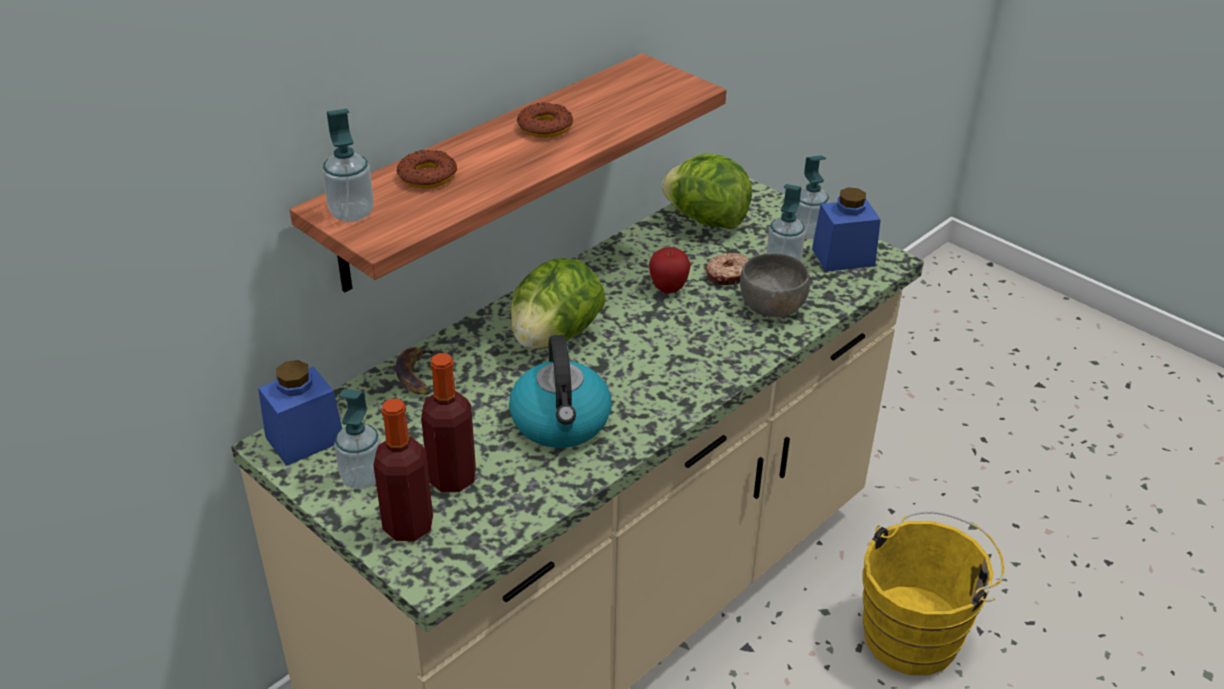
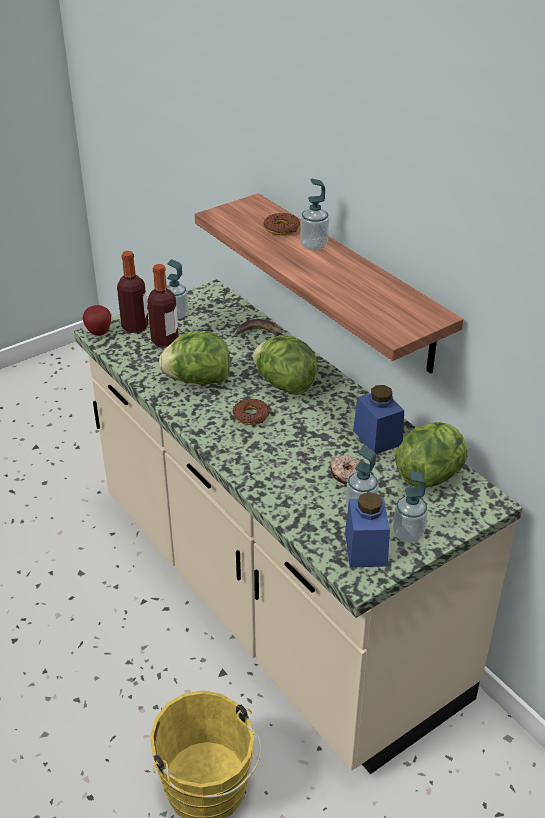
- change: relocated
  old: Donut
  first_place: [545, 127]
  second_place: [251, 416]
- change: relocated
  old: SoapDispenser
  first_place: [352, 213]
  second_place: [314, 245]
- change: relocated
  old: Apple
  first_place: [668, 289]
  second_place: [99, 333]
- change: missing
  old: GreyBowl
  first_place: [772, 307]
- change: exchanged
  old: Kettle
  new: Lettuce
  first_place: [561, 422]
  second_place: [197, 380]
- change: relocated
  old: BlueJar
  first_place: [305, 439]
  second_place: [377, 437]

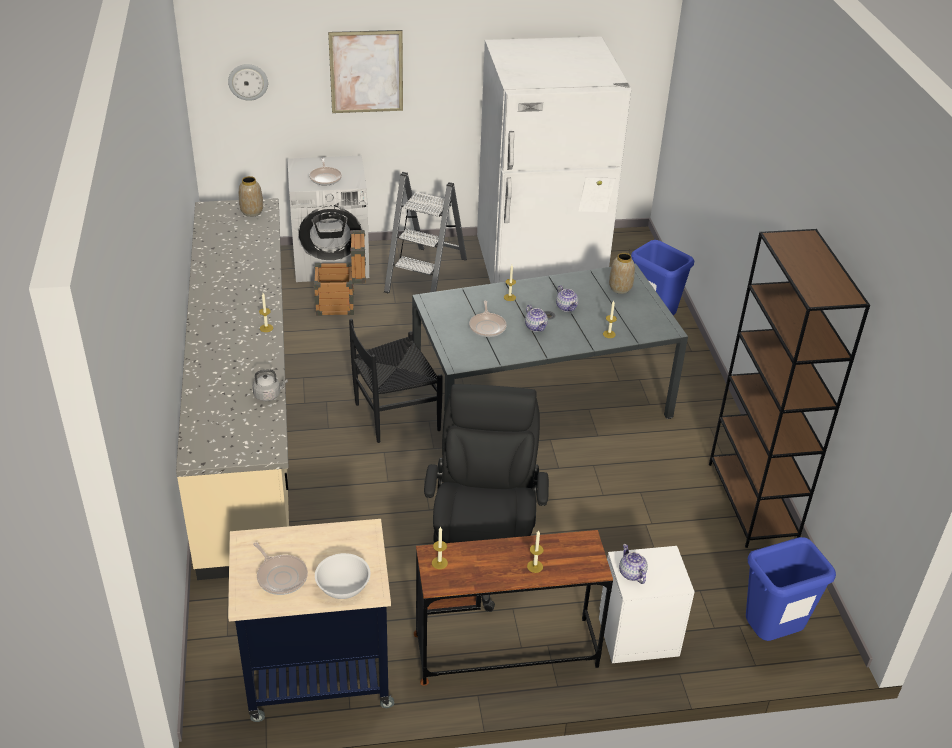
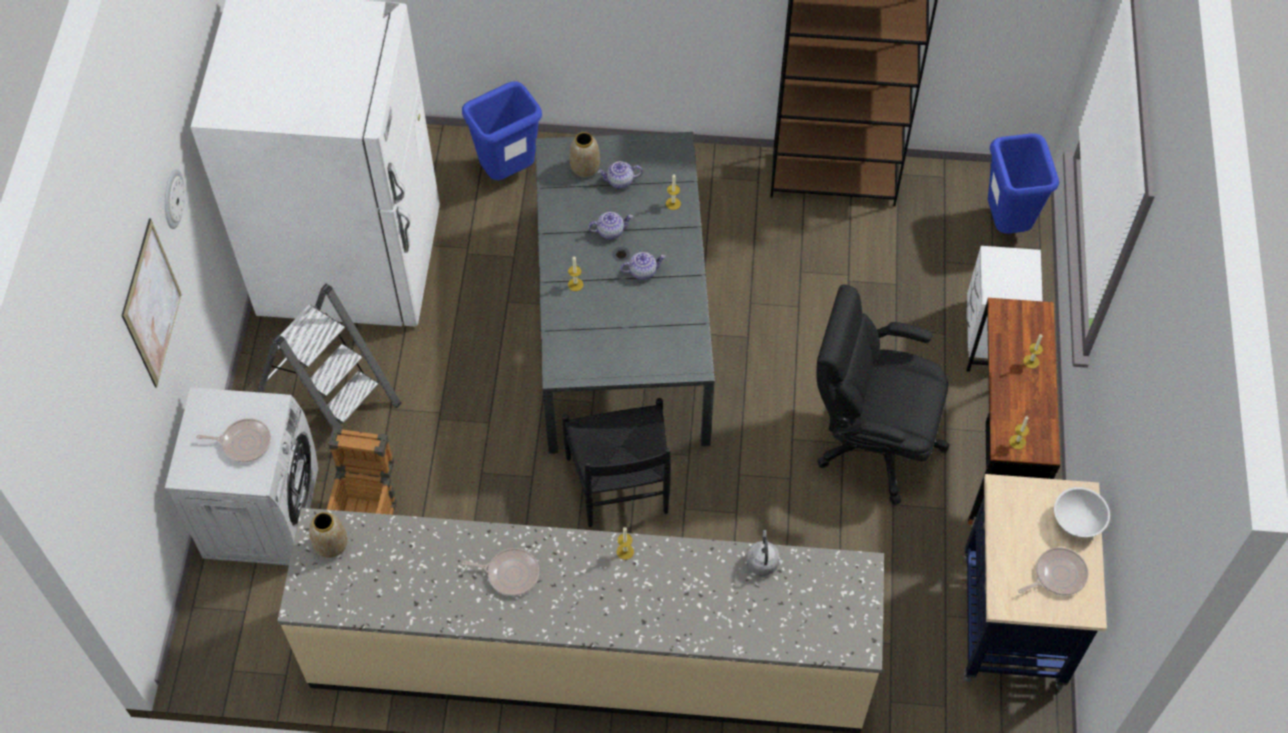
- change: relocated
  old: WallClock
  first_place: [248, 81]
  second_place: [172, 198]
- change: relocated
  old: FryingPan
  first_place: [487, 326]
  second_place: [510, 573]
- change: relocated
  old: Teapot
  first_place: [631, 573]
  second_place: [620, 181]

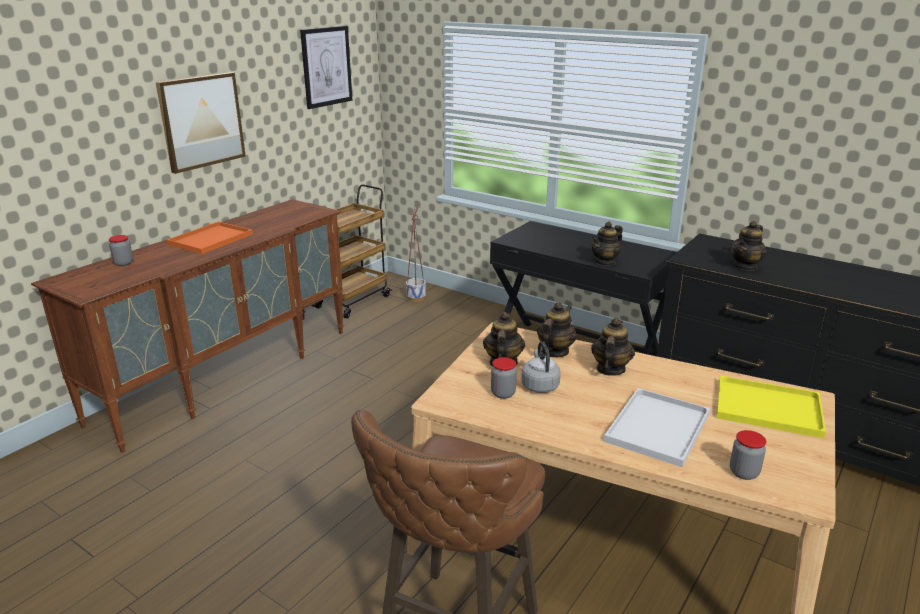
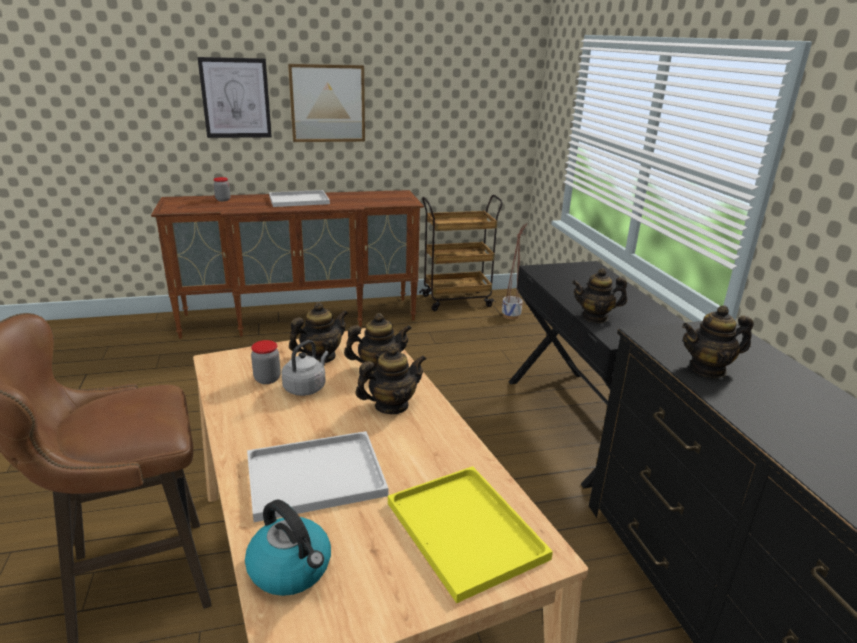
- change: relocated
  old: Picture
  first_place: [326, 67]
  second_place: [236, 98]
- change: colour
  old: OrangeTray
  new: WhiteTray
  first_place: [210, 239]
  second_place: [298, 200]
- change: exchanged
  old: Jar
  new: Kettle
  first_place: [744, 472]
  second_place: [291, 569]

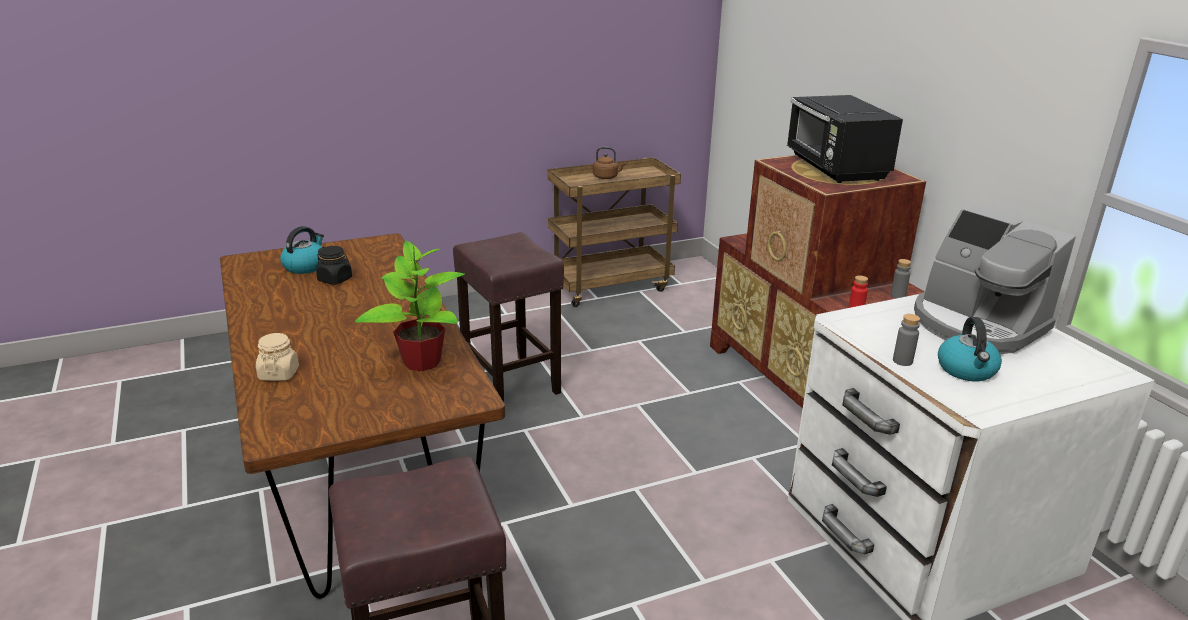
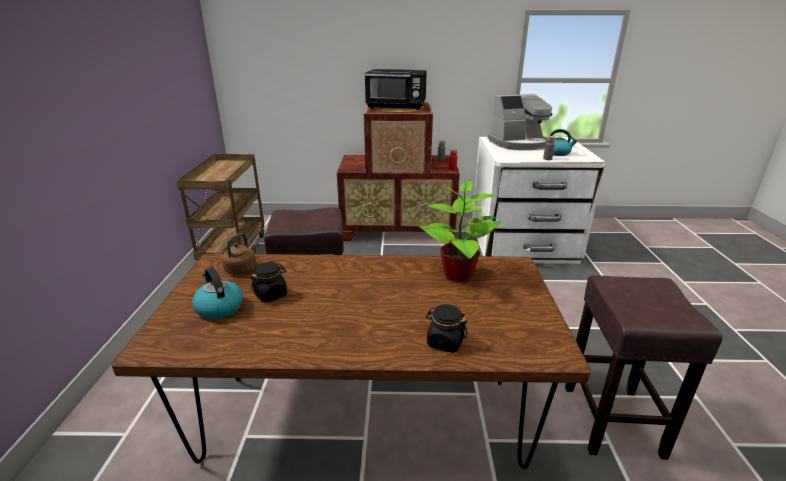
- change: relocated
  old: BrownKettle
  first_place: [607, 177]
  second_place: [242, 269]
- change: colour
  old: BeigeJar
  new: BlackJar
  first_place: [279, 374]
  second_place: [445, 342]

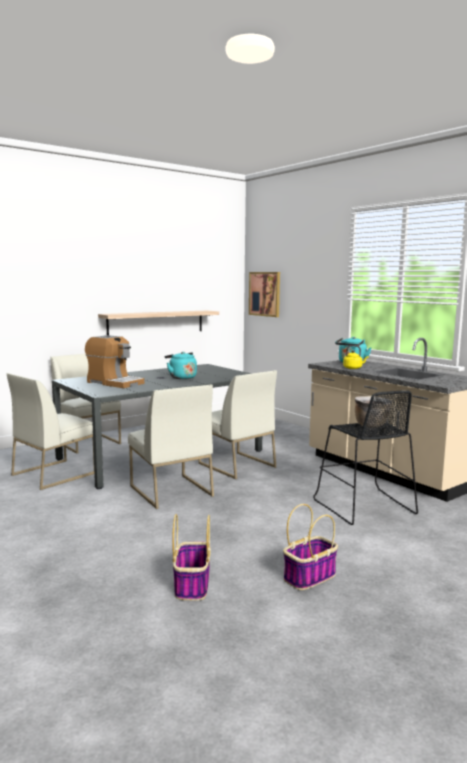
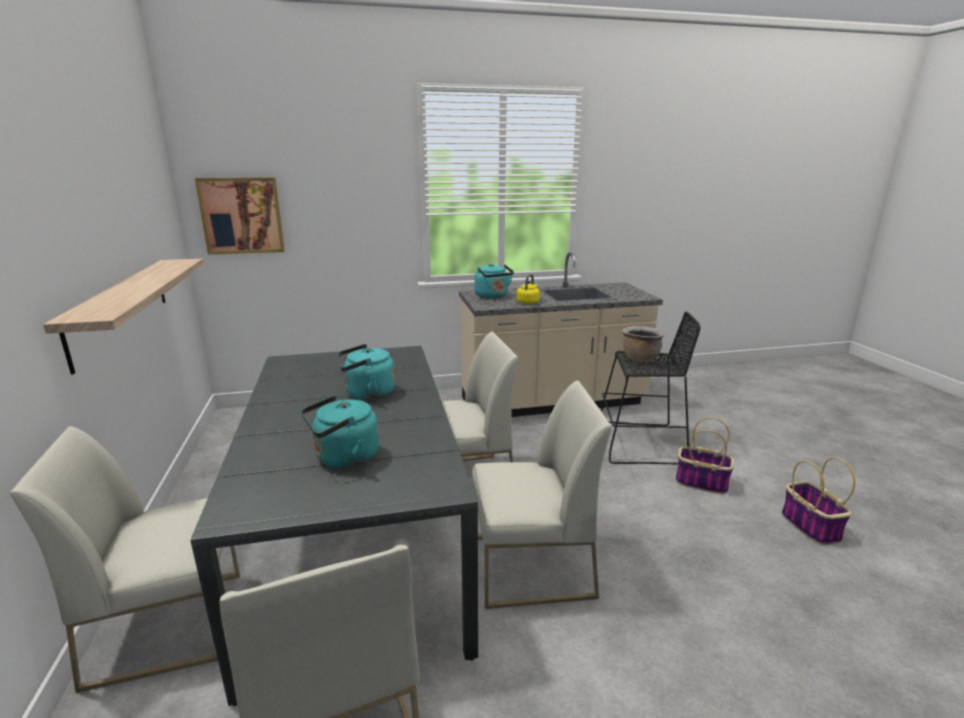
- change: exchanged
  old: CoffeeMachine
  new: TurquoiseKettle
  first_place: [114, 383]
  second_place: [344, 459]
- change: relocated
  old: Basket
  first_place: [192, 584]
  second_place: [700, 482]

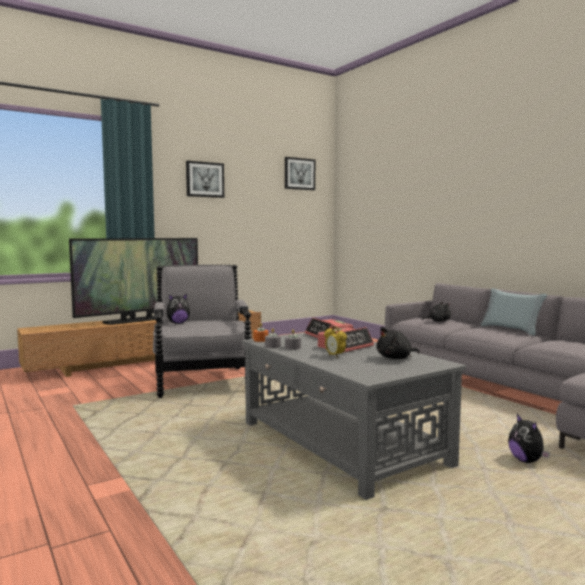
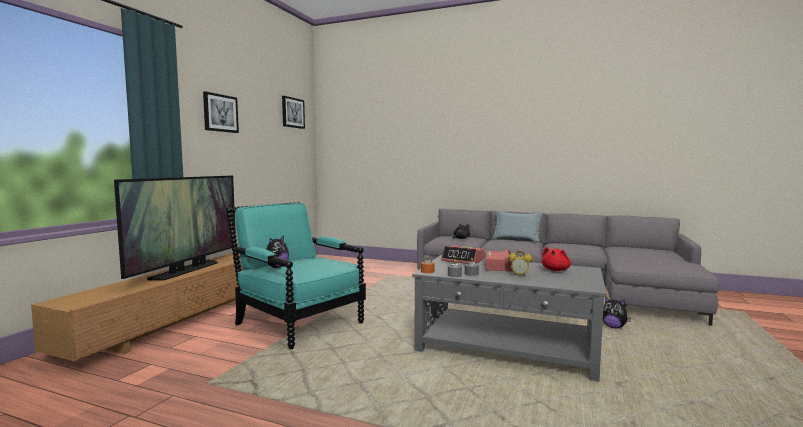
- change: colour
  old: GreyArmchair
  new: TurquoiseArmchair
  first_place: [202, 380]
  second_place: [298, 322]
- change: colour
  old: BlackPlushToy
  new: RedPlushToy
  first_place: [396, 358]
  second_place: [556, 270]

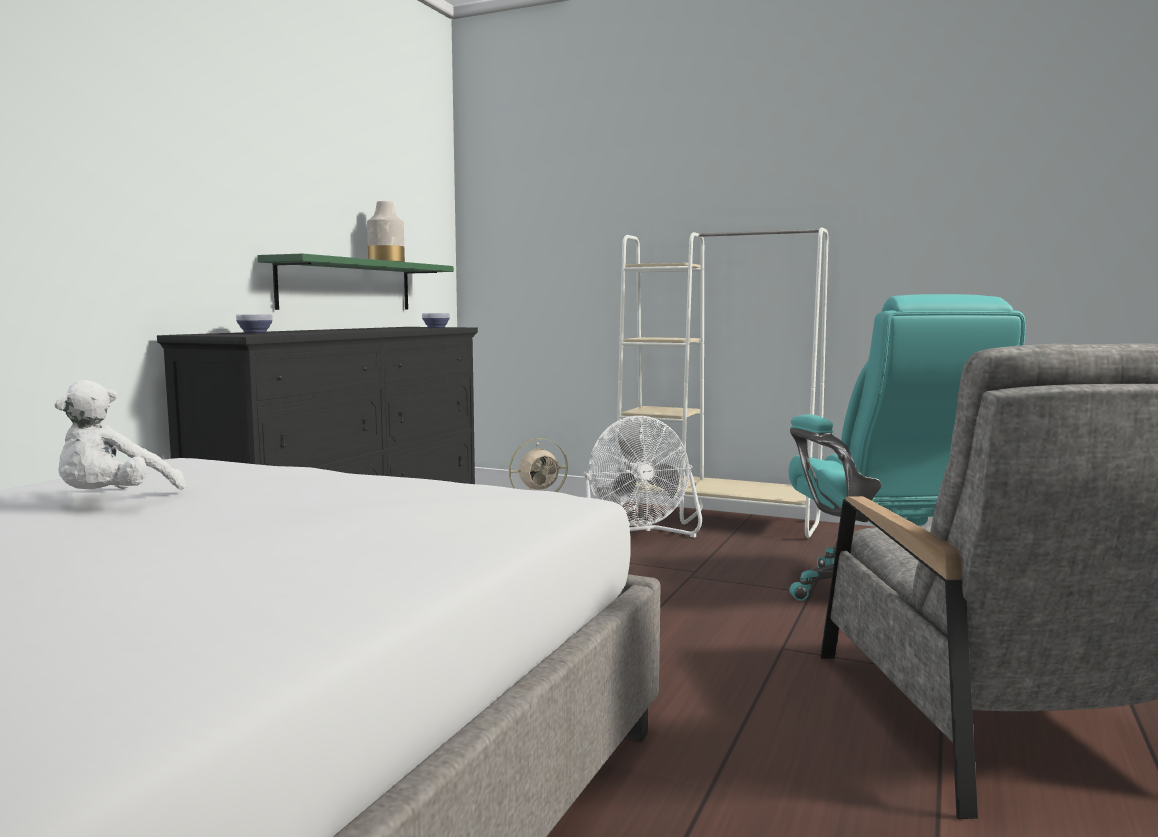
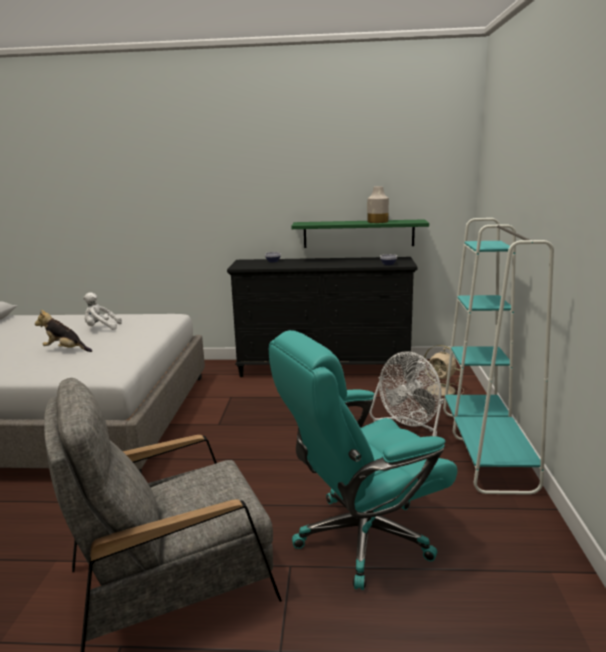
- change: colour
  old: BeigeClothesRack
  new: TurquoiseClothesRack
  first_place: [717, 521]
  second_place: [486, 450]
- change: appeared
  new: PlushToy
  second_place: [65, 350]

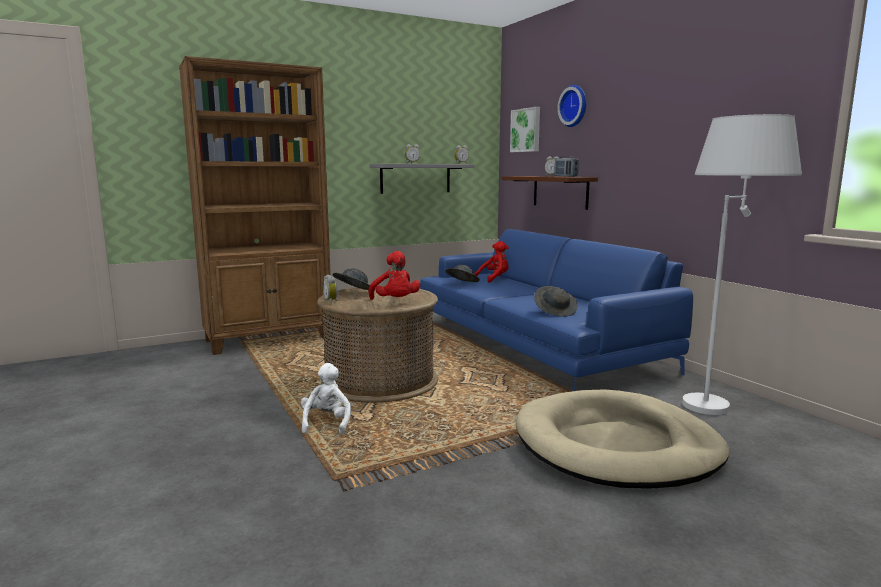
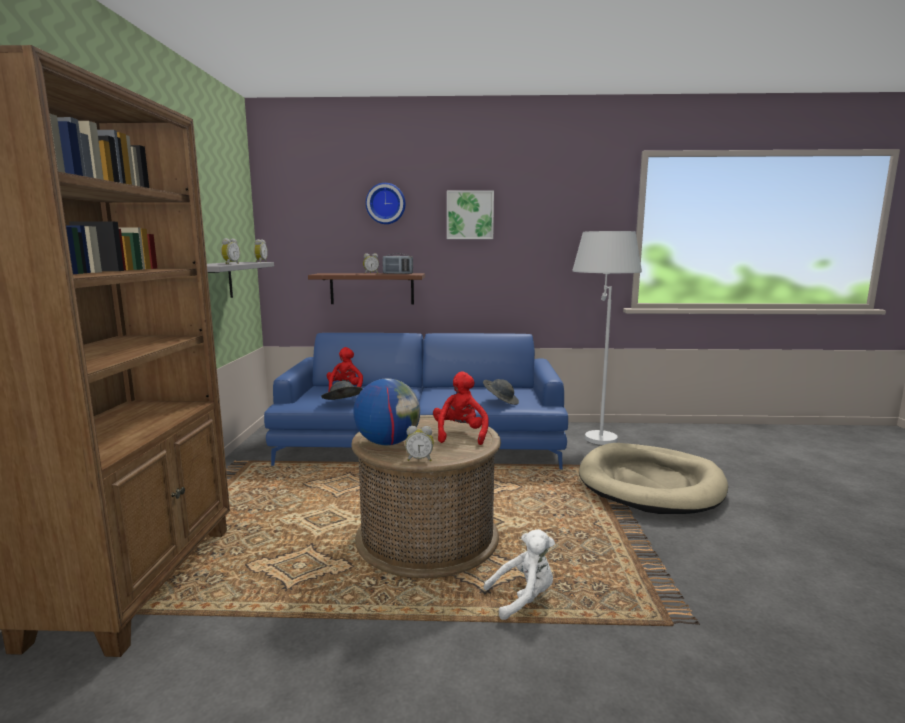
- change: relocated
  old: Picture
  first_place: [526, 130]
  second_place: [470, 215]
- change: spun
  old: RedPlushToy
  first_place: [395, 302]
  second_place: [460, 435]
  degrees: -90
- change: exchanged
  old: GreyHat
  new: Globe
  first_place: [353, 293]
  second_place: [388, 443]
- change: spun
  old: WhitePlushToy
  first_place: [327, 423]
  second_place: [523, 598]
  degrees: 135

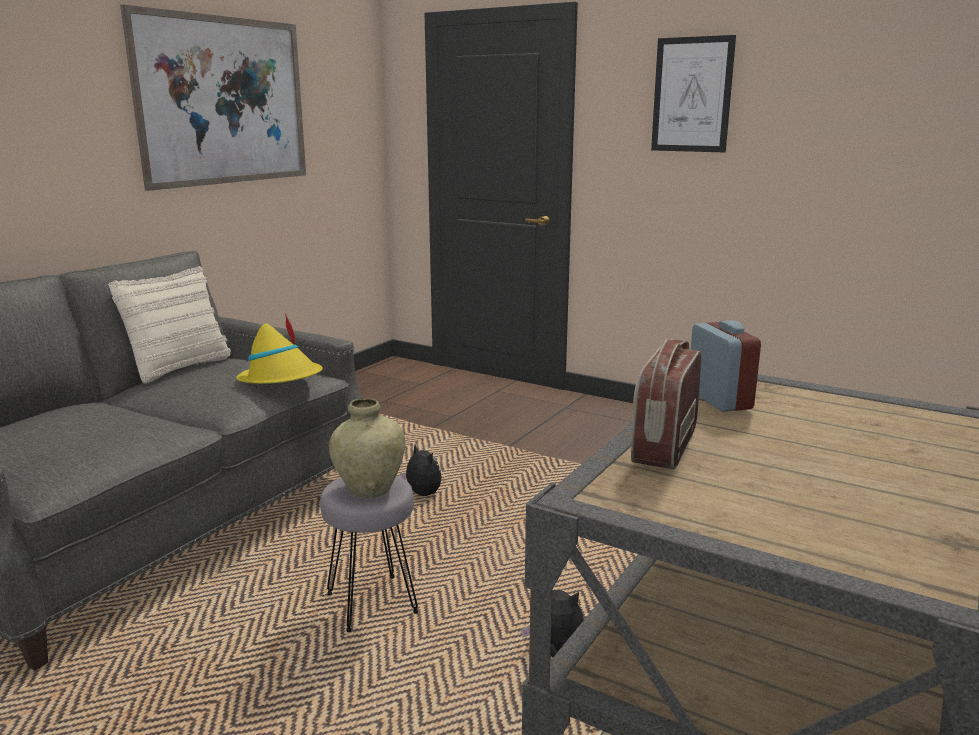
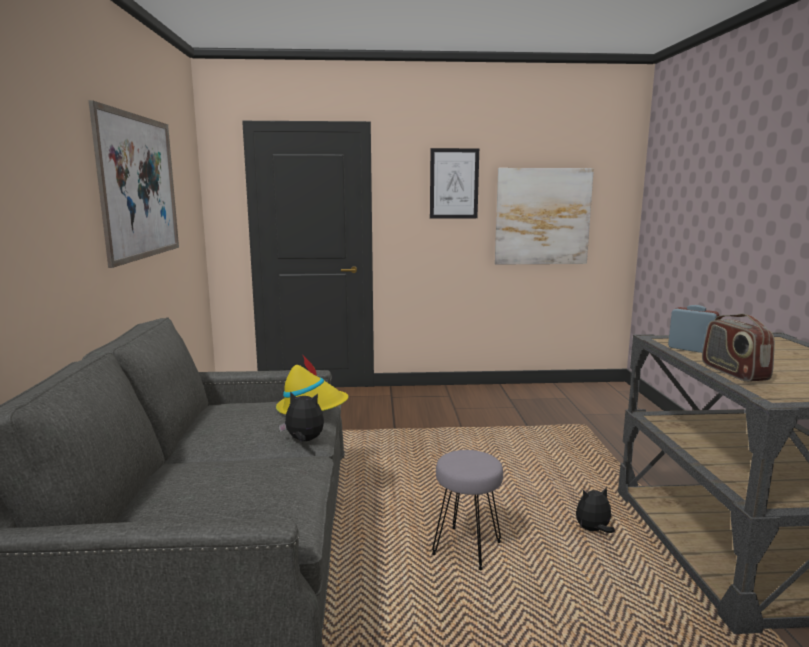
- change: missing
  old: BeigePillow
  first_place: [179, 368]
- change: missing
  old: BeigeVase
  first_place: [370, 489]
- change: relocated
  old: PlushToy
  first_place: [421, 494]
  second_place: [304, 441]
- change: appeared
  new: Picture
  second_place: [542, 216]

